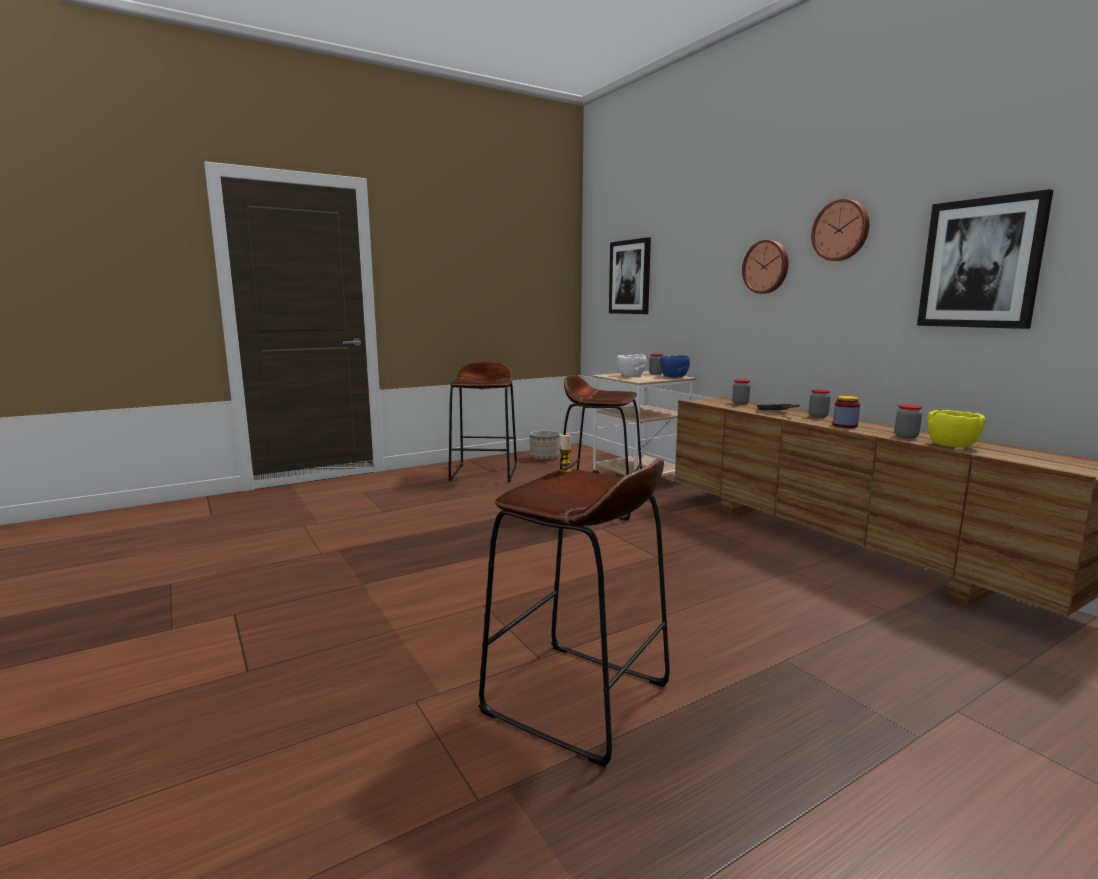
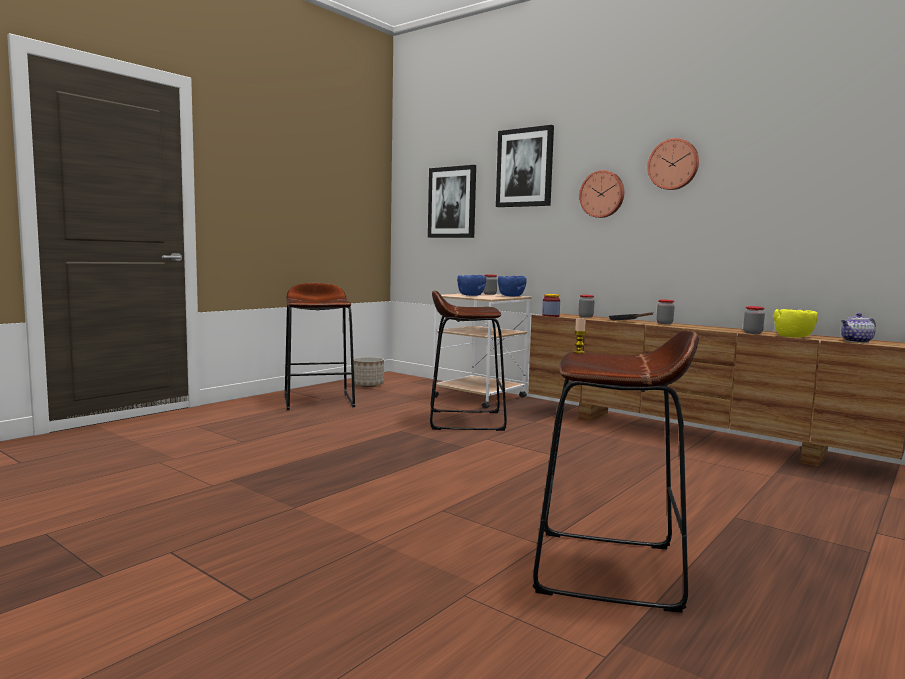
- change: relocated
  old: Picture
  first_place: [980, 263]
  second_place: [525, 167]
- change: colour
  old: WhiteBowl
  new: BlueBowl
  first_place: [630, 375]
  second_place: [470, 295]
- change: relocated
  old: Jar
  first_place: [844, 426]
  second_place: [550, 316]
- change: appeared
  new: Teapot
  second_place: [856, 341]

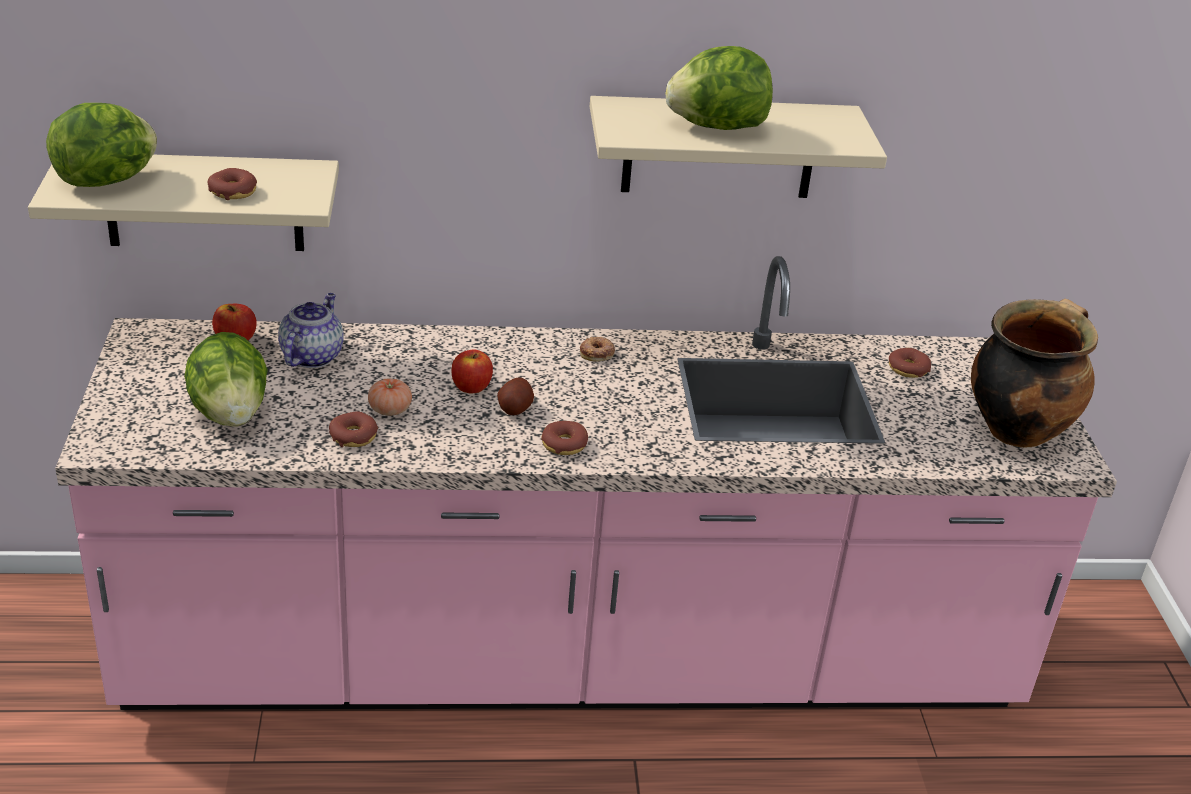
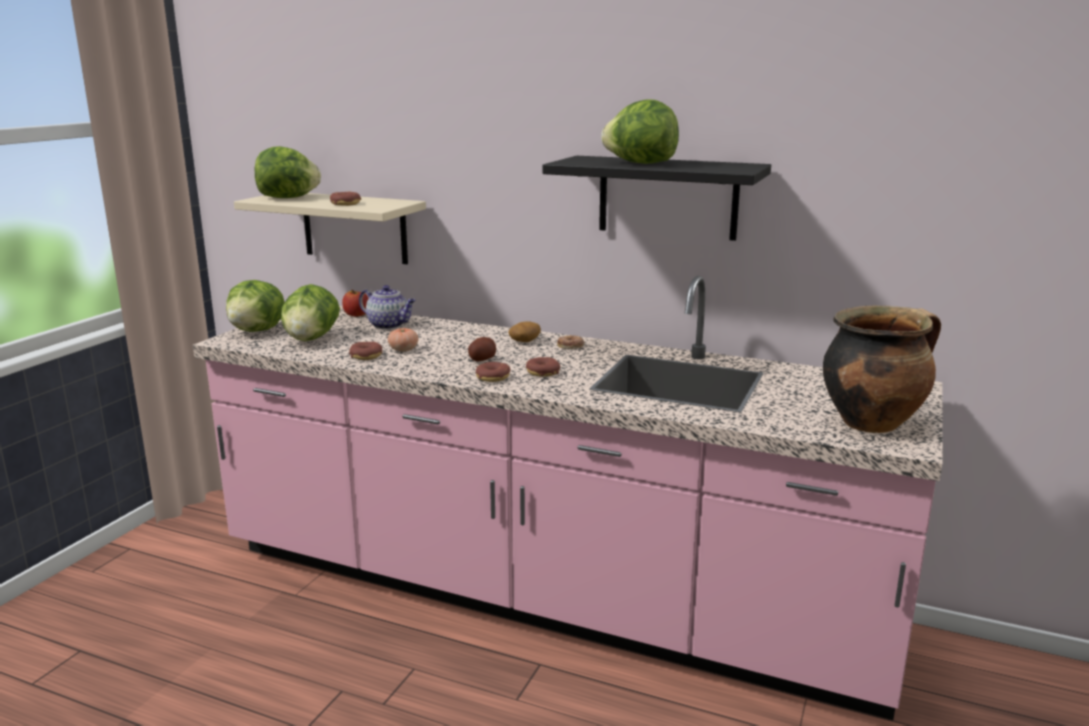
- change: colour
  old: BeigeShelf
  new: BlackShelf
  first_place: [719, 147]
  second_place: [667, 197]
- change: spun
  old: Teapot
  first_place: [312, 356]
  second_place: [389, 325]
  degrees: 75
- change: relocated
  old: Donut
  first_place: [907, 369]
  second_place: [543, 372]
- change: missing
  old: Apple
  first_place: [471, 387]
- change: appeared
  new: Lettuce
  second_place: [258, 331]
- change: appeared
  new: Potato
  second_place: [524, 341]

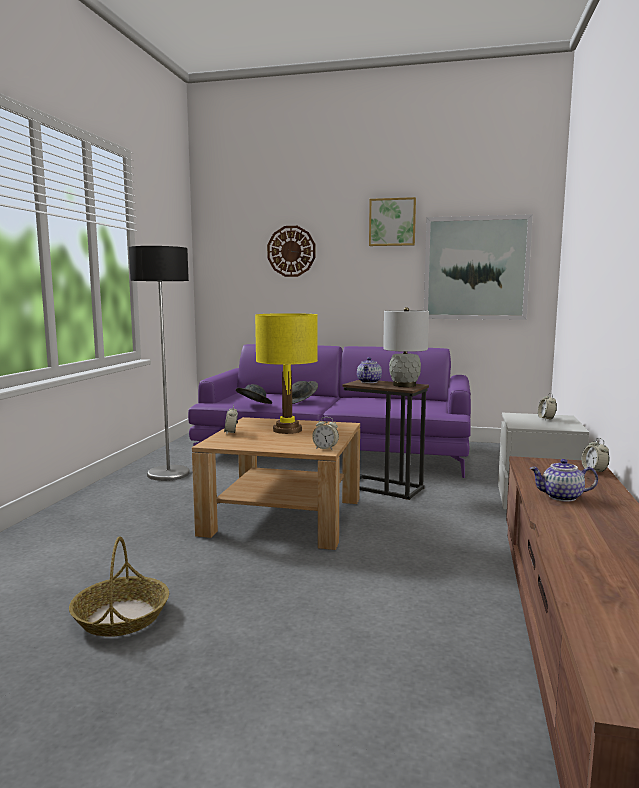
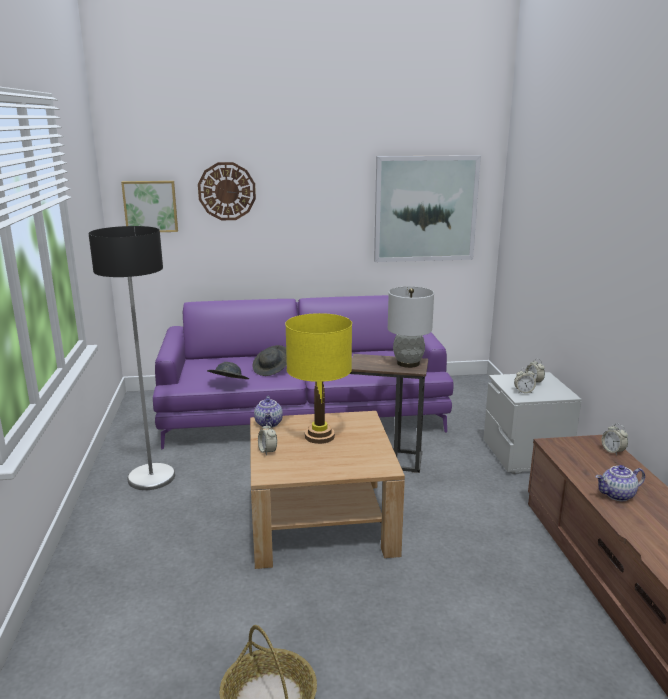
- change: relocated
  old: Picture
  first_place: [392, 222]
  second_place: [150, 206]
- change: relocated
  old: Teapot
  first_place: [369, 382]
  second_place: [269, 424]
- change: relocated
  old: AlarmClock
  first_place: [325, 448]
  second_place: [523, 392]

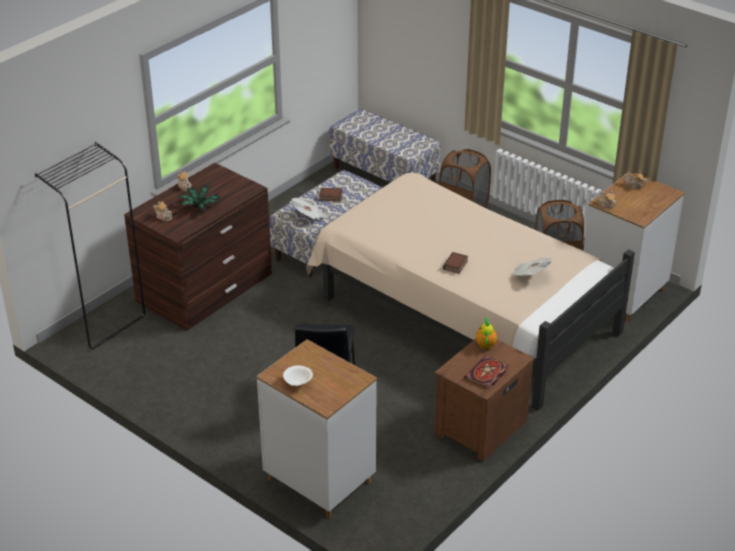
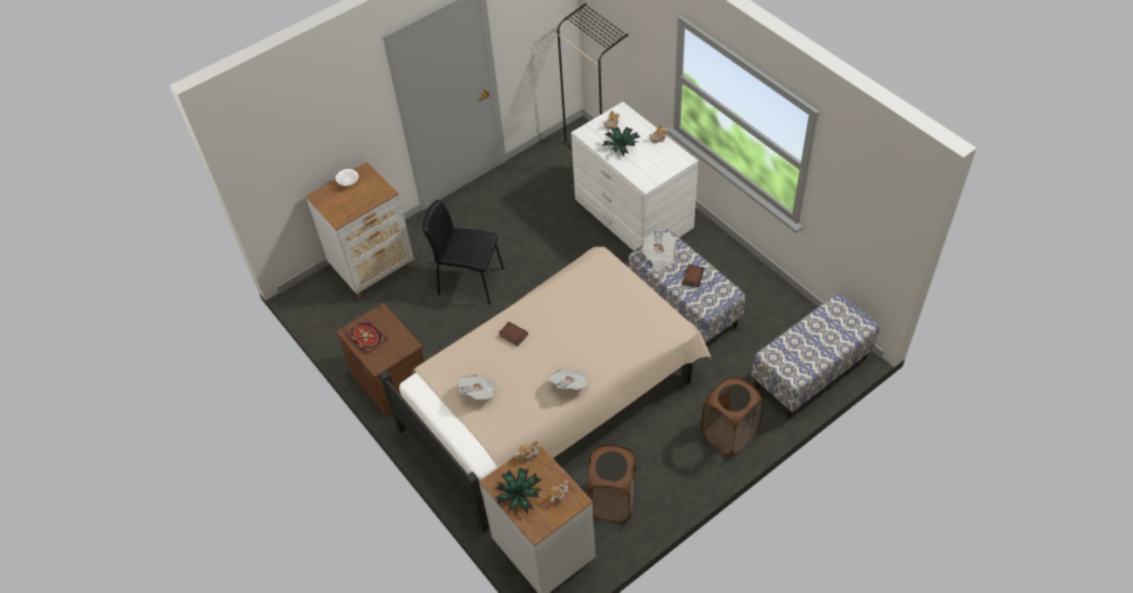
- change: colour
  old: BrownDresser
  new: WhiteDresser
  first_place: [205, 287]
  second_place: [633, 213]
- change: missing
  old: Teapot
  first_place: [485, 344]
- change: appeared
  new: Newspaper
  second_place: [570, 384]
- change: appeared
  new: PottedPlant
  second_place: [520, 496]

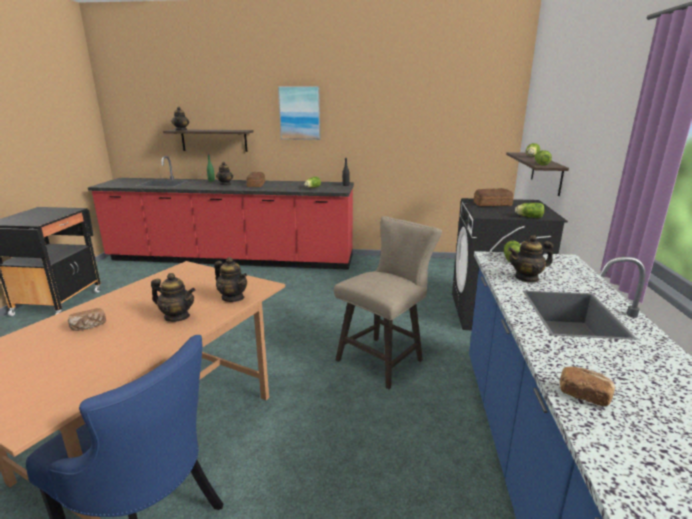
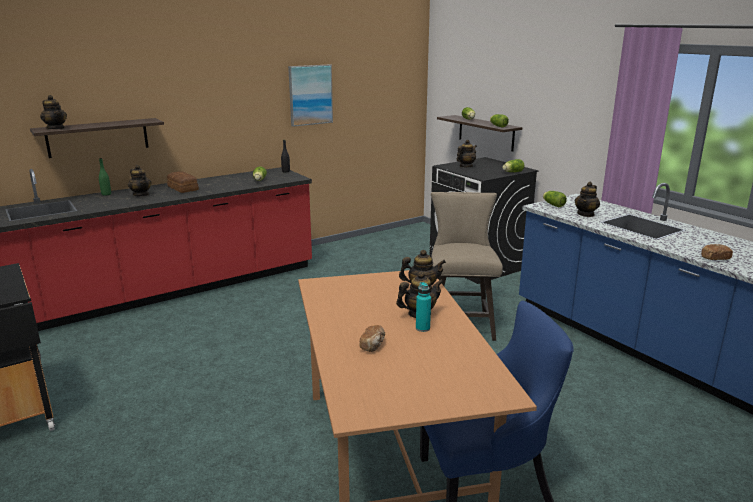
- change: relocated
  old: Picture
  first_place: [300, 113]
  second_place: [310, 95]
- change: exchanged
  old: Bread
  new: Teapot
  first_place: [491, 204]
  second_place: [465, 166]
- change: appeared
  new: TurquoiseBottle
  second_place: [422, 328]

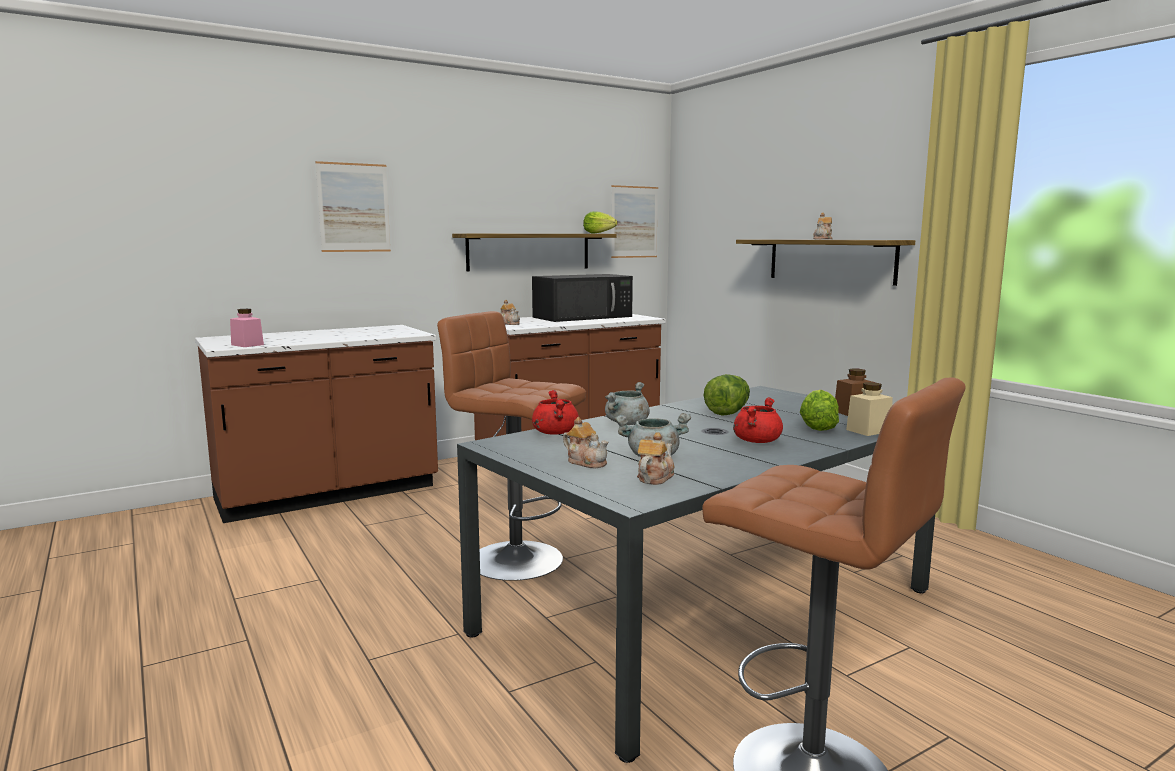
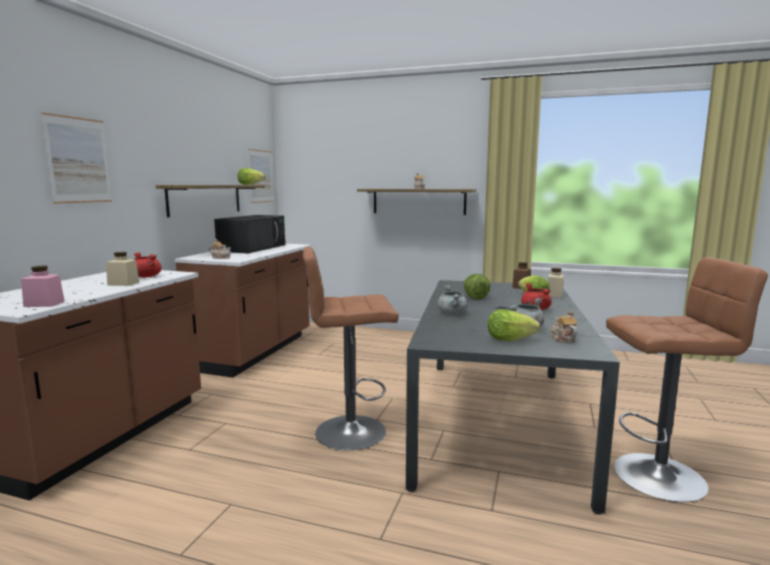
- change: relocated
  old: RedCookingPot
  first_place: [554, 432]
  second_place: [145, 276]
- change: exchanged
  old: Teapot
  new: Lettuce
  first_place: [586, 462]
  second_place: [509, 339]
- change: appeared
  new: BeigeJar
  second_place: [123, 283]

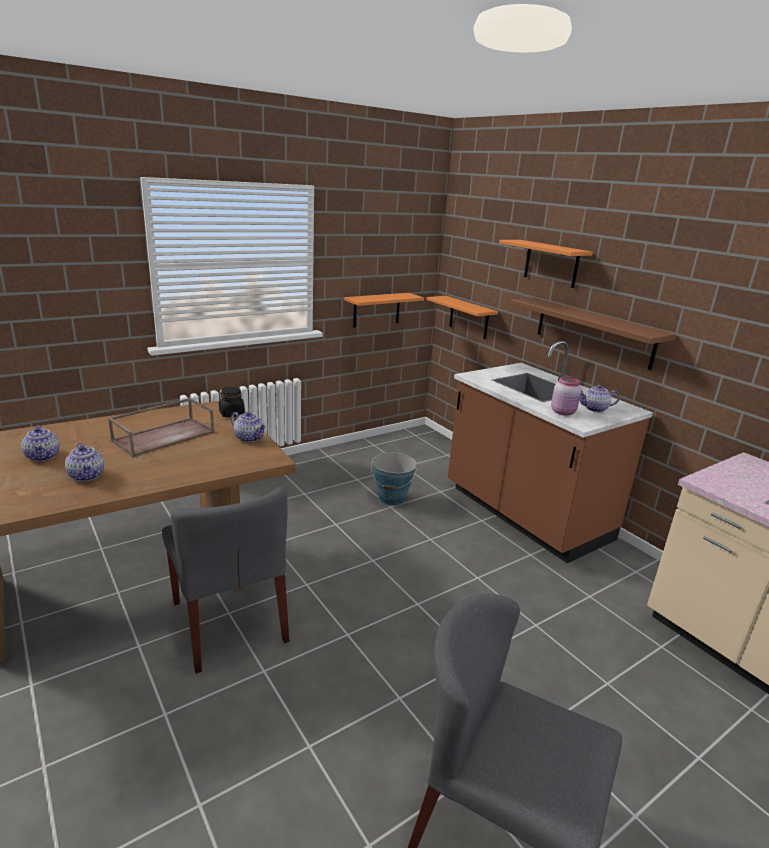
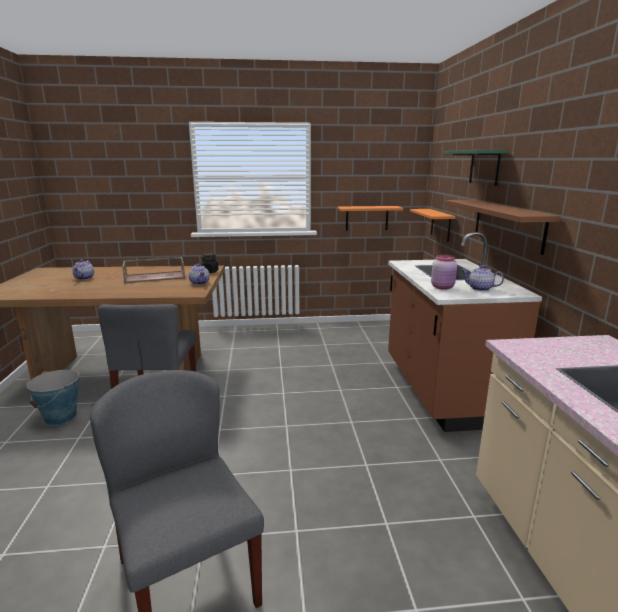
- change: colour
  old: OrangeShelf
  new: GreenShelf
  first_place: [551, 263]
  second_place: [484, 167]
- change: missing
  old: Teapot
  first_place: [87, 476]
- change: relocated
  old: Bucket
  first_place: [392, 498]
  second_place: [61, 417]

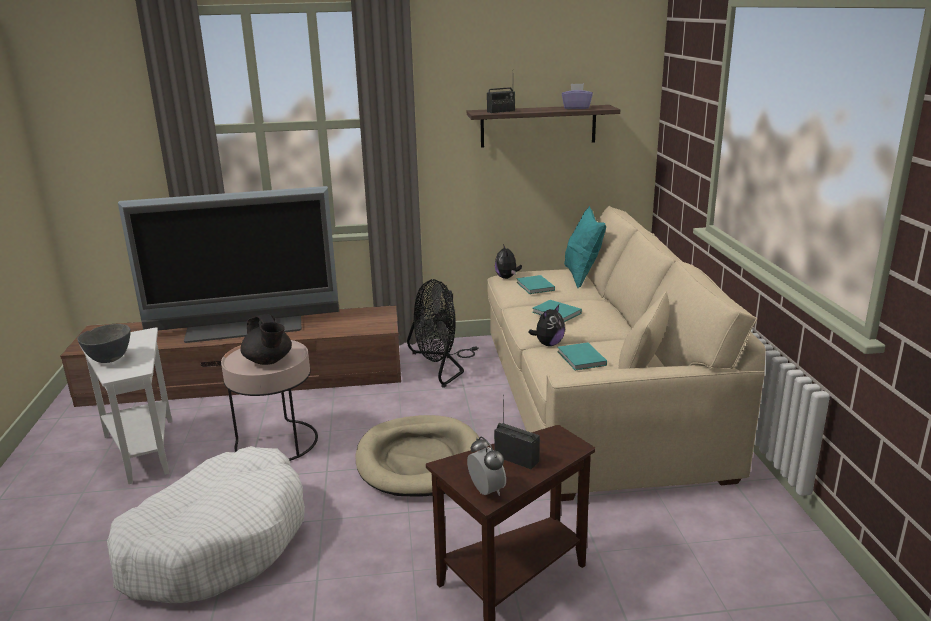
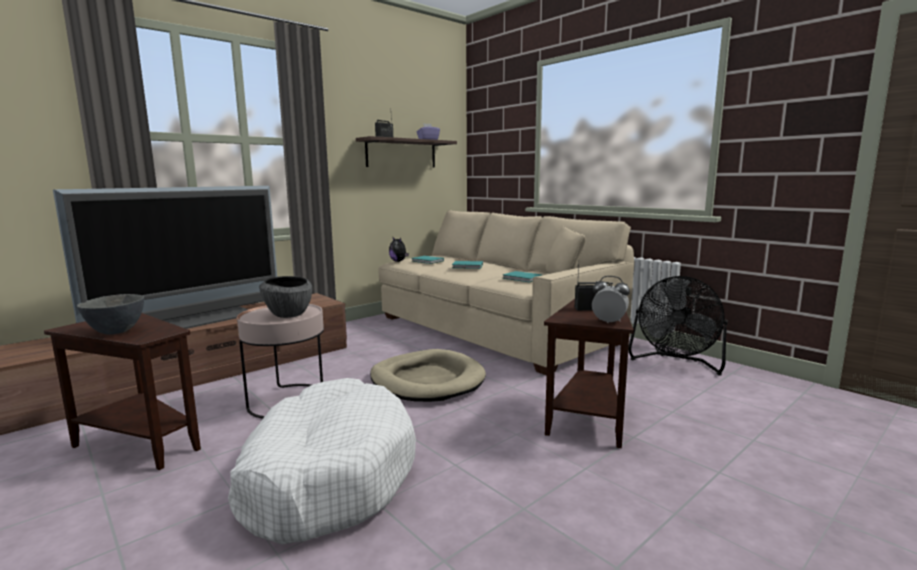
- change: missing
  old: TurquoisePillow
  first_place: [582, 276]
- change: relocated
  old: BlackFan
  first_place: [442, 365]
  second_place: [673, 361]
- change: missing
  old: PlushToy
  first_place: [548, 344]
- change: exchanged
  old: BlackTeapot
  new: Bowl
  first_place: [268, 361]
  second_place: [288, 315]
- change: colour
  old: WhiteSideTable
  new: BrownSideTable
  first_place: [143, 449]
  second_place: [140, 442]

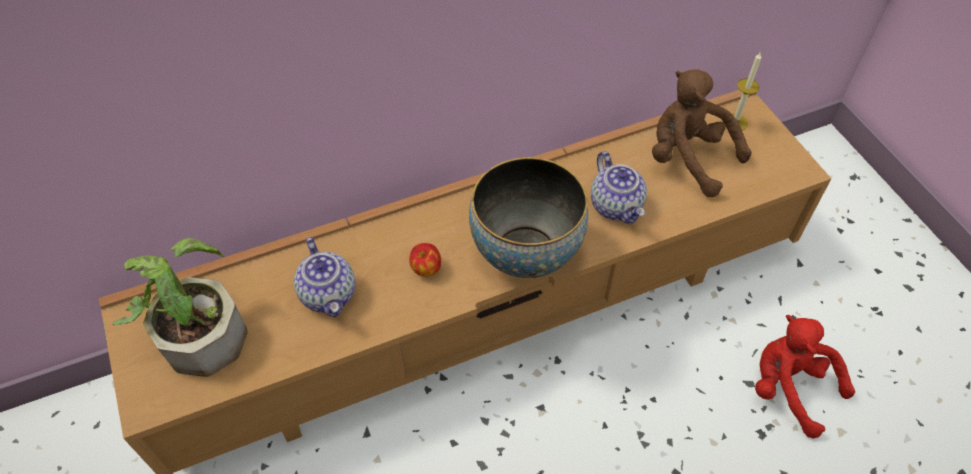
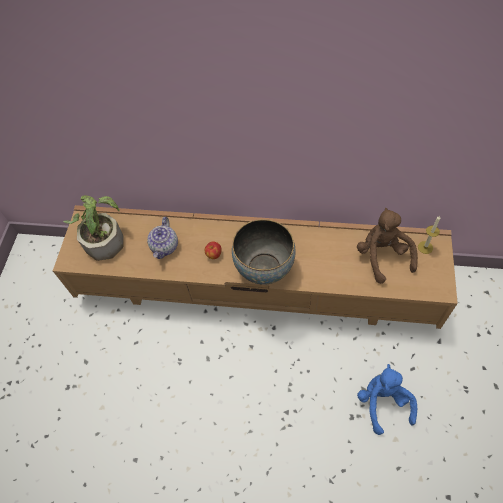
- change: missing
  old: Teapot
  first_place: [616, 206]
- change: colour
  old: RedPlushToy
  new: BluePlushToy
  first_place: [789, 388]
  second_place: [383, 402]

